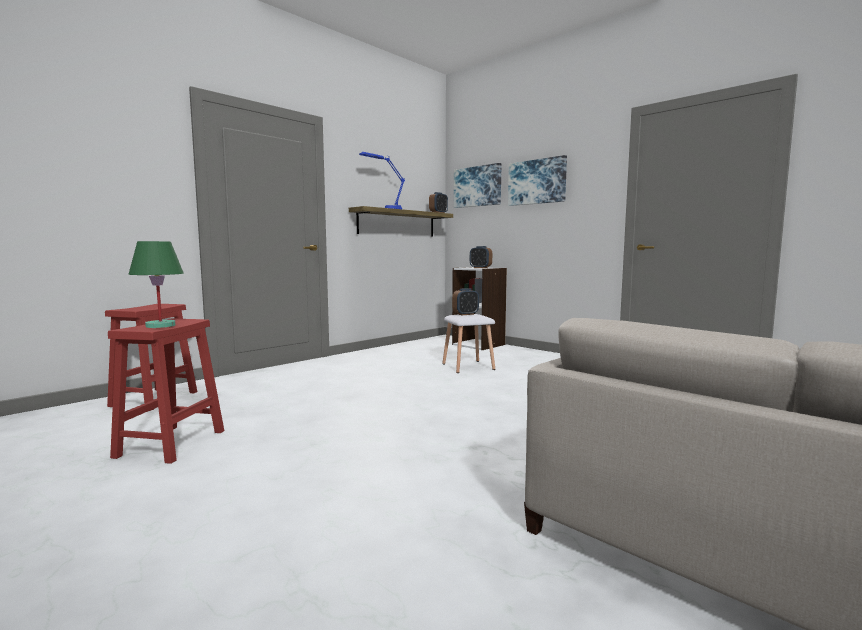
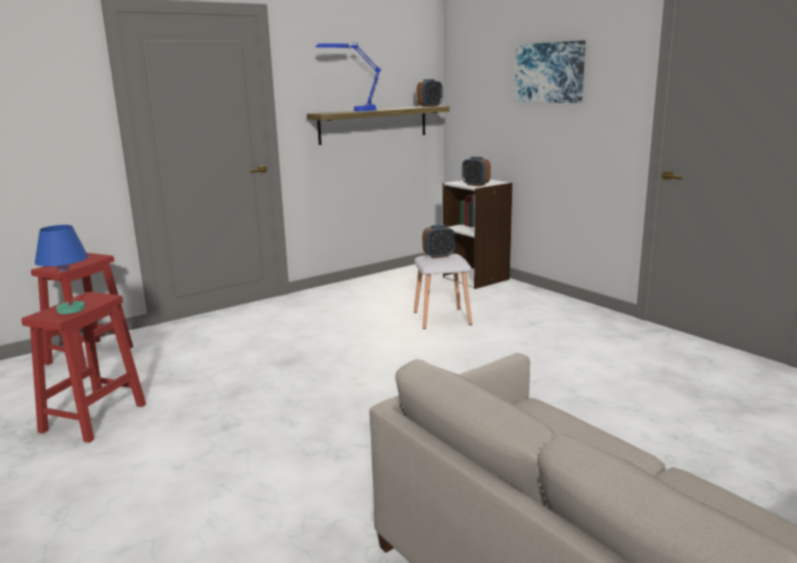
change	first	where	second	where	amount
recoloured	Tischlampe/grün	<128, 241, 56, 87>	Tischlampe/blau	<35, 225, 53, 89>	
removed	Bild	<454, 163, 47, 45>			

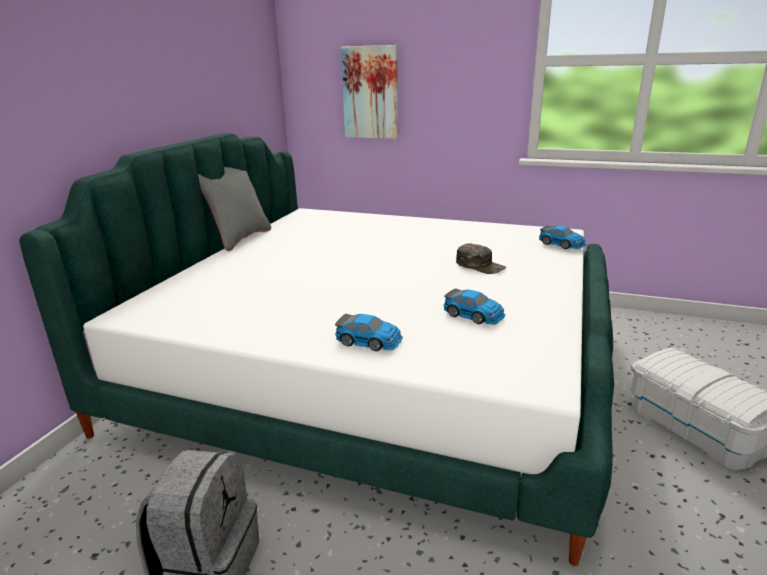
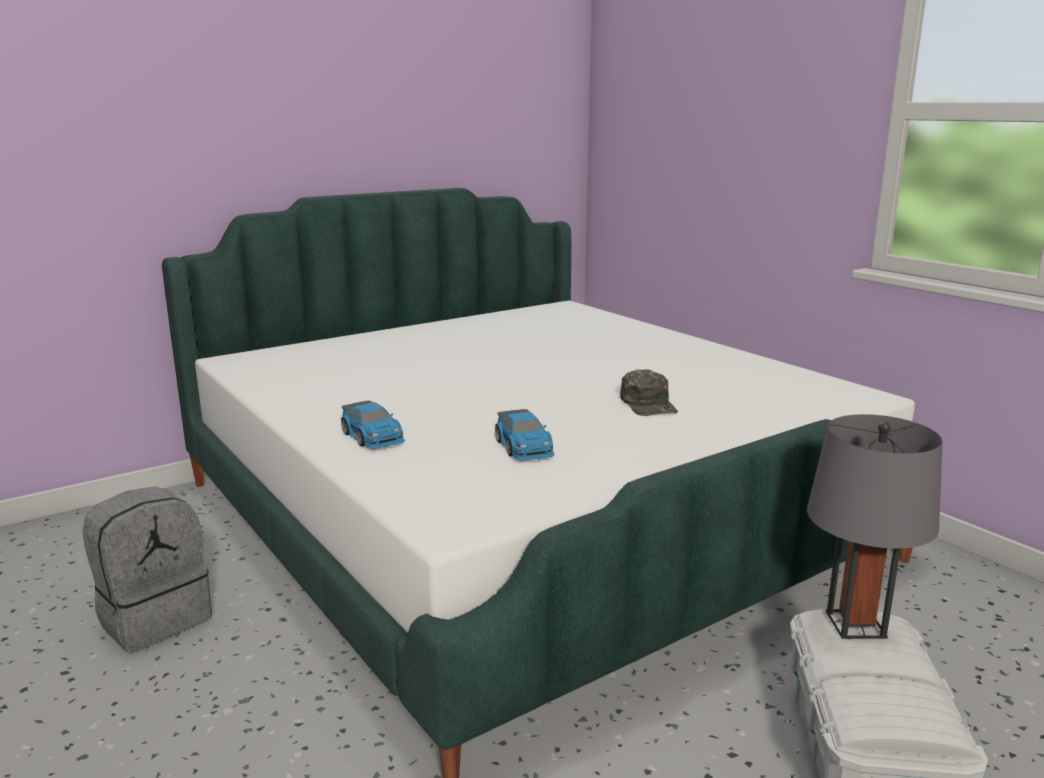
change	first	where	second	where	amount
removed	Kissen/grau	<198, 167, 73, 84>			
removed	Bild	<341, 45, 57, 94>			
removed	Spielzeugauto	<539, 226, 47, 23>			
added			Tischlampe/grau	<807, 414, 136, 225>	

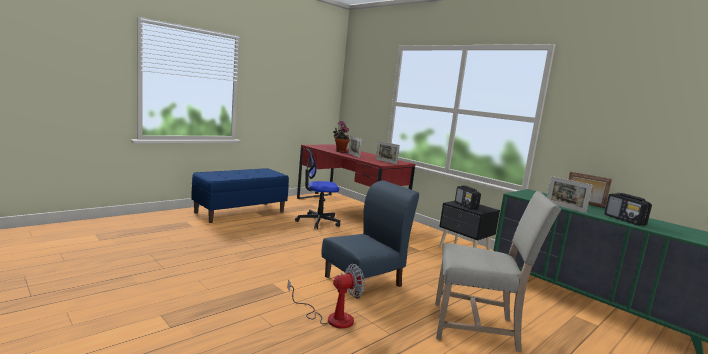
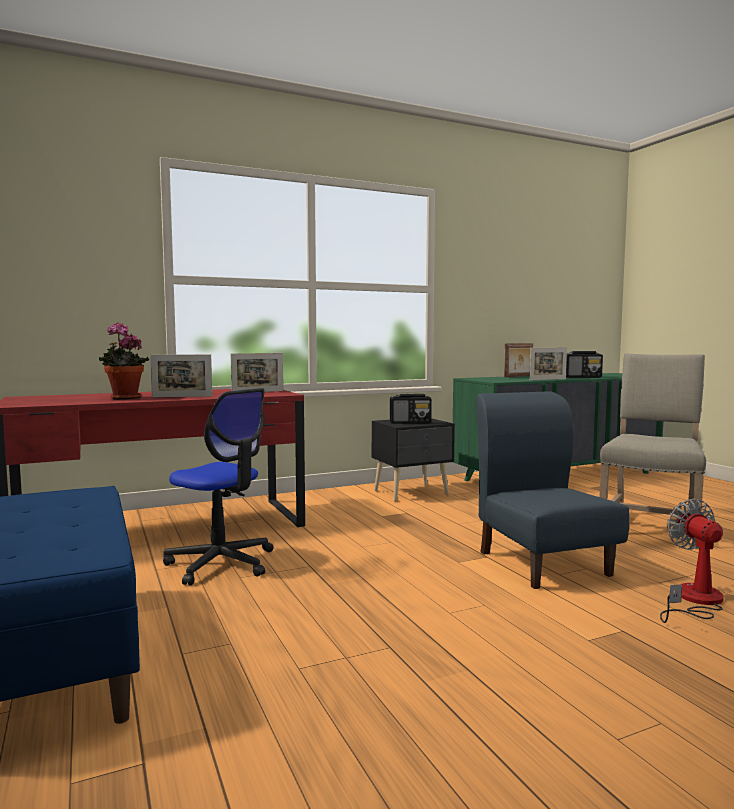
change	first	where	second	where	amount
turned	Bürostuhl	<295, 148, 45, 81>		<163, 388, 111, 197>	60 degrees counterclockwise

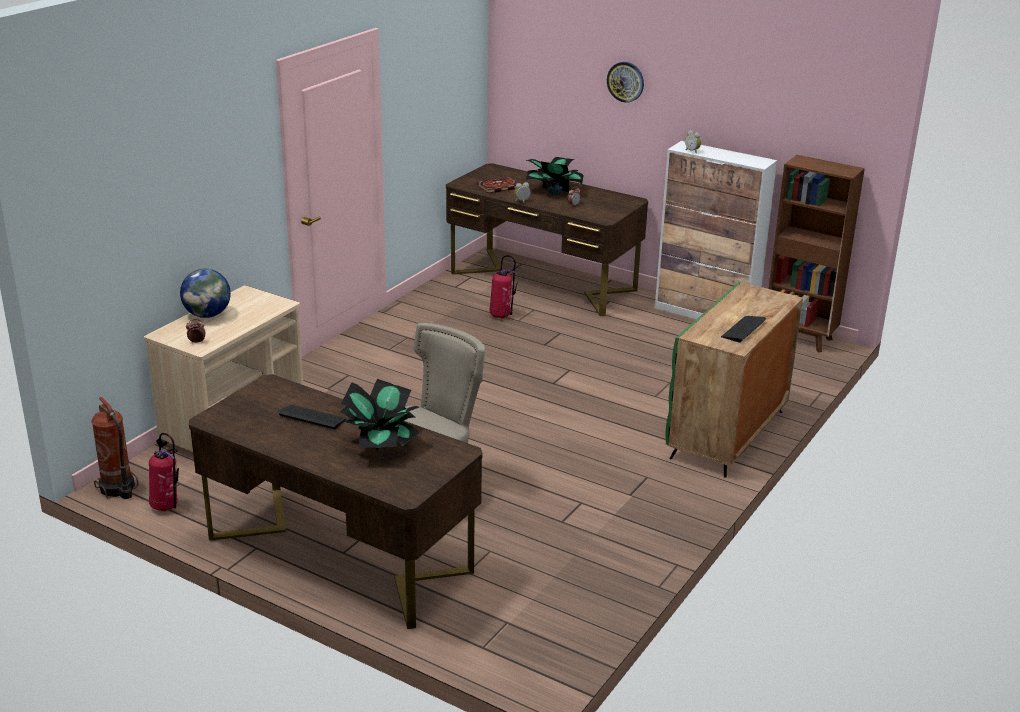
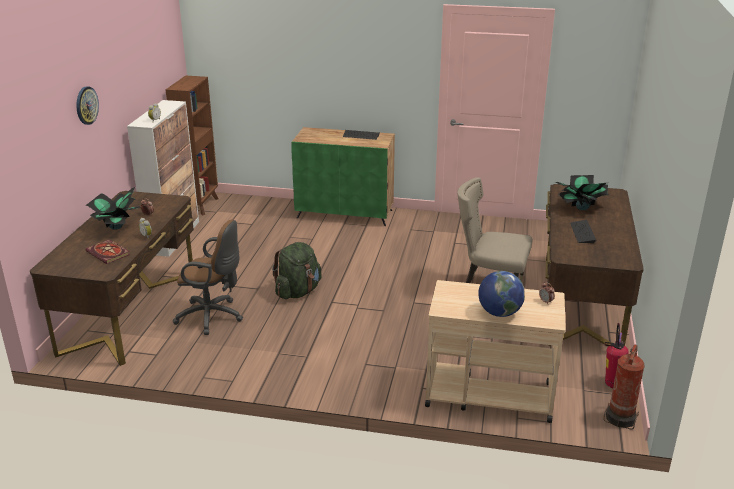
change	first	where	second	where	amount
replaced	Feuerlöscher	<489, 255, 29, 63>	Bürostuhl/braun	<173, 219, 70, 116>	
added			Rucksack/grün	<272, 242, 50, 57>	

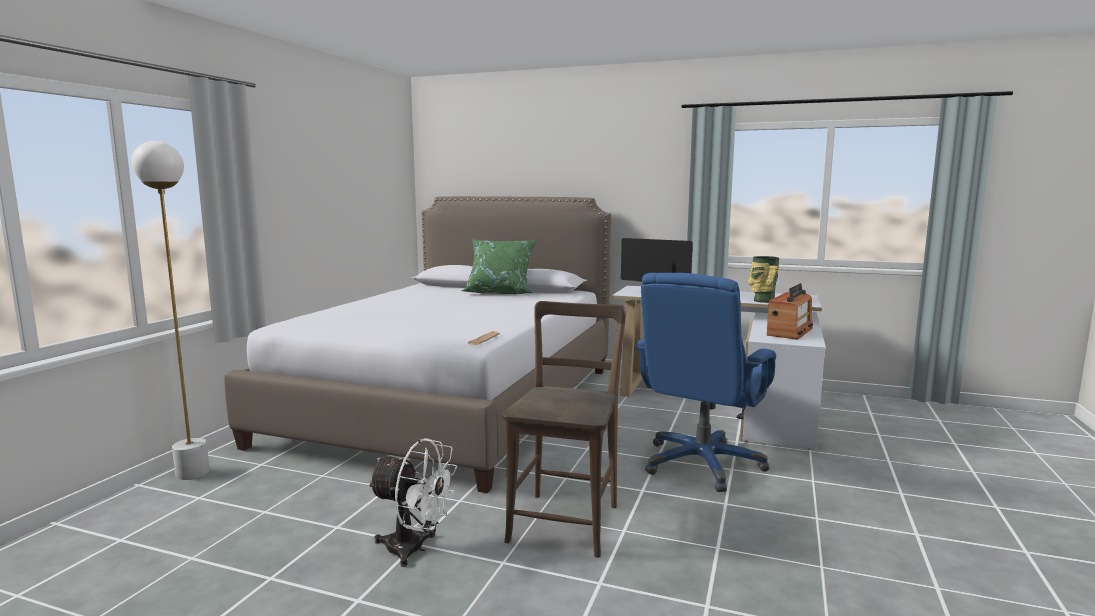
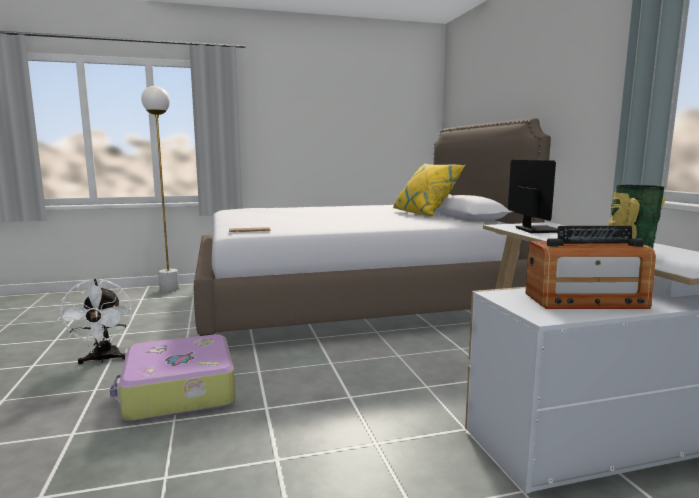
change	first	where	second	where	amount
recoloured	Kissen/grün	<461, 239, 76, 55>	Kissen/gelb	<393, 164, 72, 52>	
replaced	Stuhl/braun	<502, 301, 124, 257>	Koffer	<110, 334, 125, 88>	
removed	Bürostuhl/blau	<635, 273, 141, 219>			

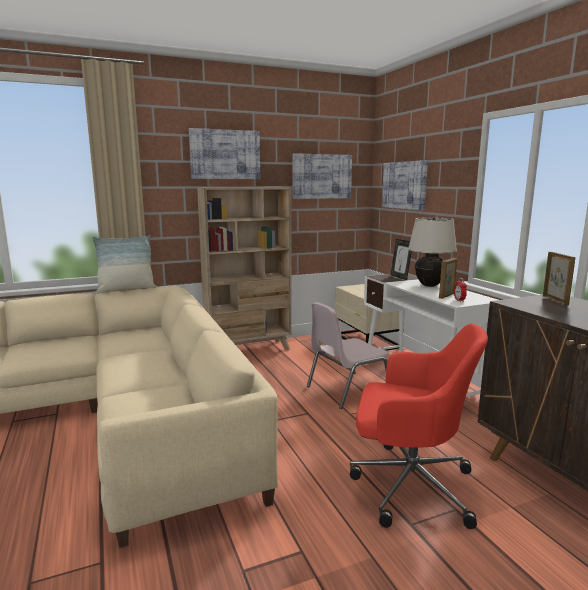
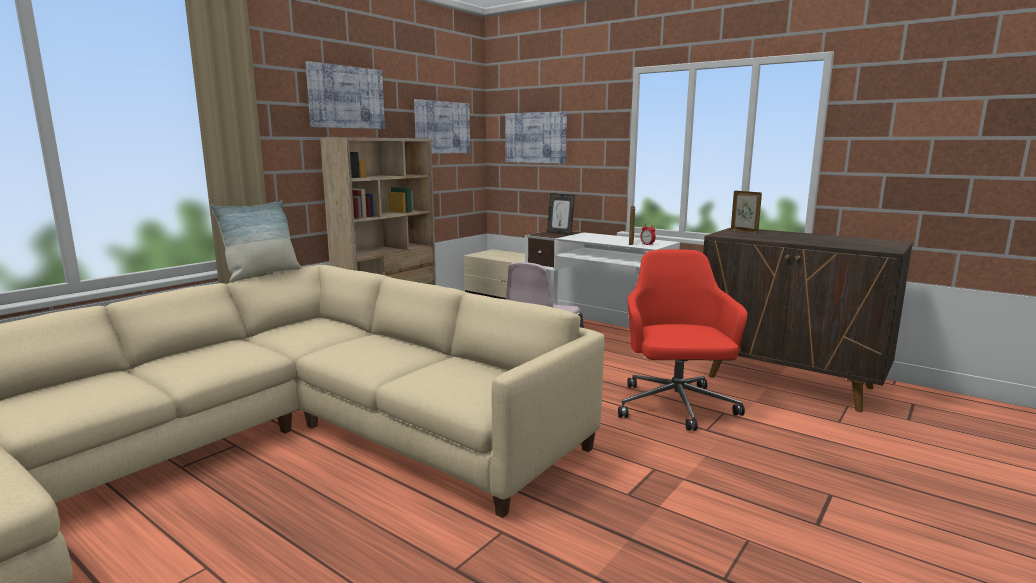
change	first	where	second	where	amount
turned	Bürostuhl/rot	<350, 324, 138, 205>		<618, 249, 130, 182>	75 degrees counterclockwise
removed	Tischlampe/beige	<408, 217, 49, 70>			

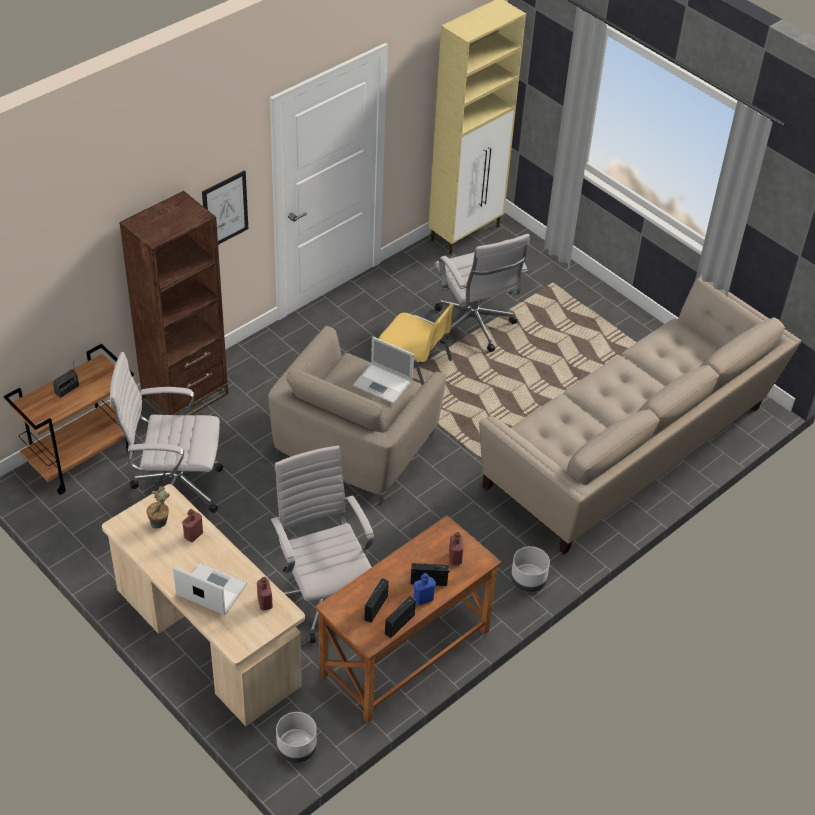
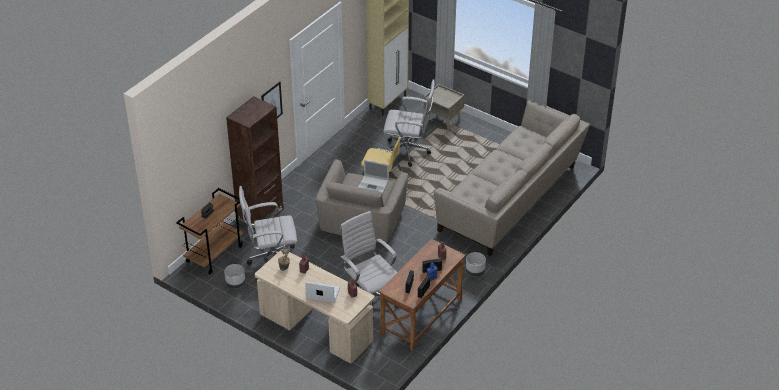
change	first	where	second	where	amount
moved	Pflanzkübel/grau	<276, 712, 41, 51>		<224, 264, 21, 25>	
turned	Bürostuhl/weiß	<435, 234, 95, 118>		<383, 79, 52, 88>	45 degrees counterclockwise
added			Nachttisch/beige	<424, 84, 41, 47>	

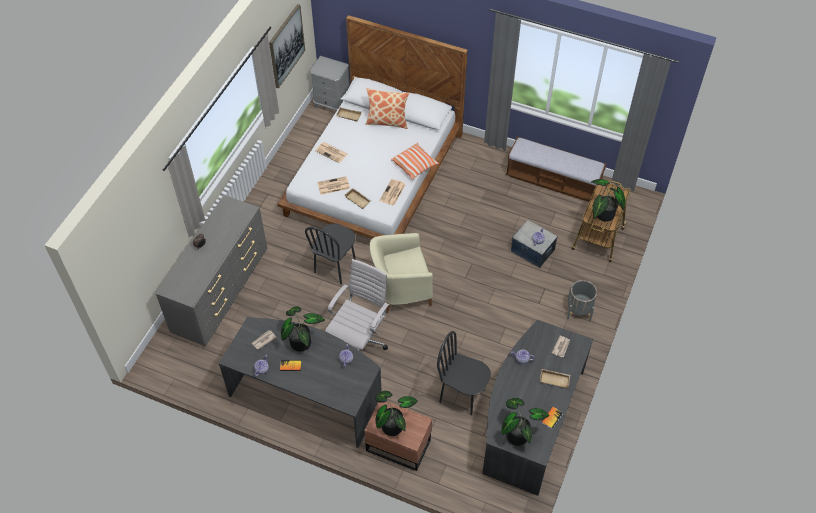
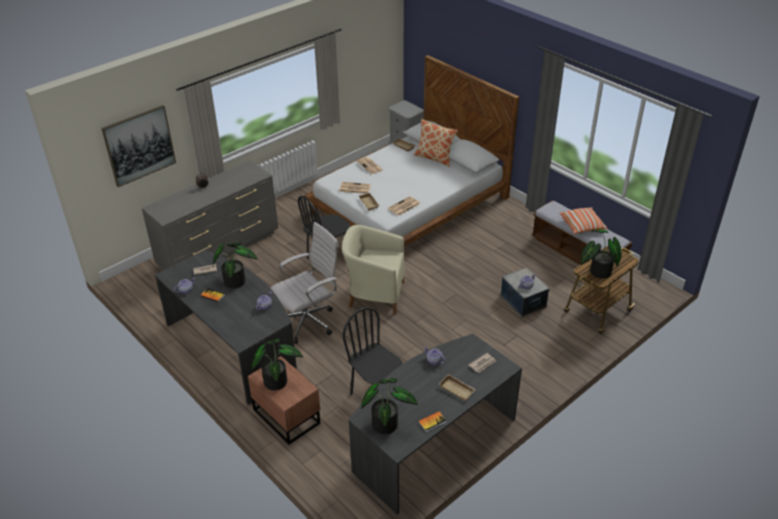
change	first	where	second	where	amount
moved	Bild	<269, 4, 36, 85>		<101, 105, 75, 82>	
moved	Kissen	<391, 143, 48, 36>		<560, 207, 47, 27>	
removed	Pflanzkübel/grau	<567, 280, 30, 41>			

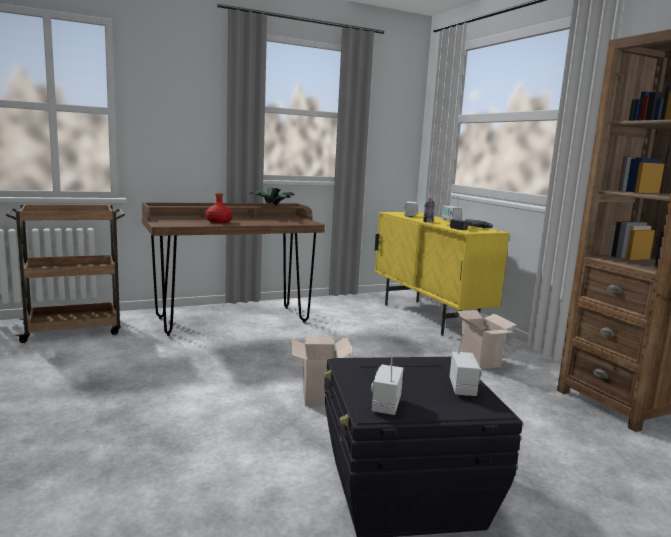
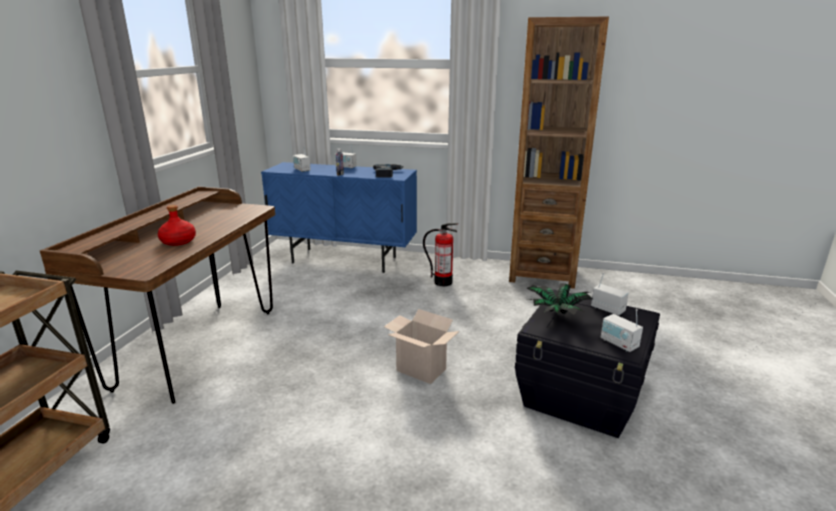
change	first	where	second	where	amount
moved	Topfpflanze	<250, 188, 44, 18>		<526, 283, 67, 32>	
recoloured	Schrank/gelb	<375, 212, 135, 124>	Schrank/blau	<261, 162, 156, 111>	
replaced	Karton	<454, 310, 62, 59>	Feuerlöscher	<423, 223, 35, 63>	

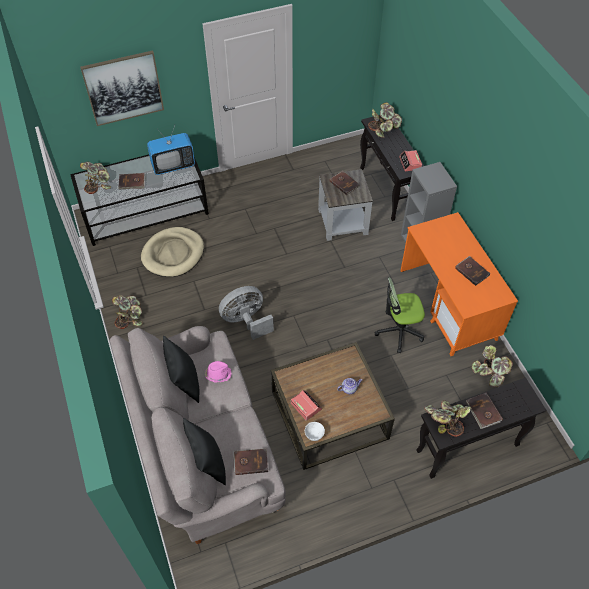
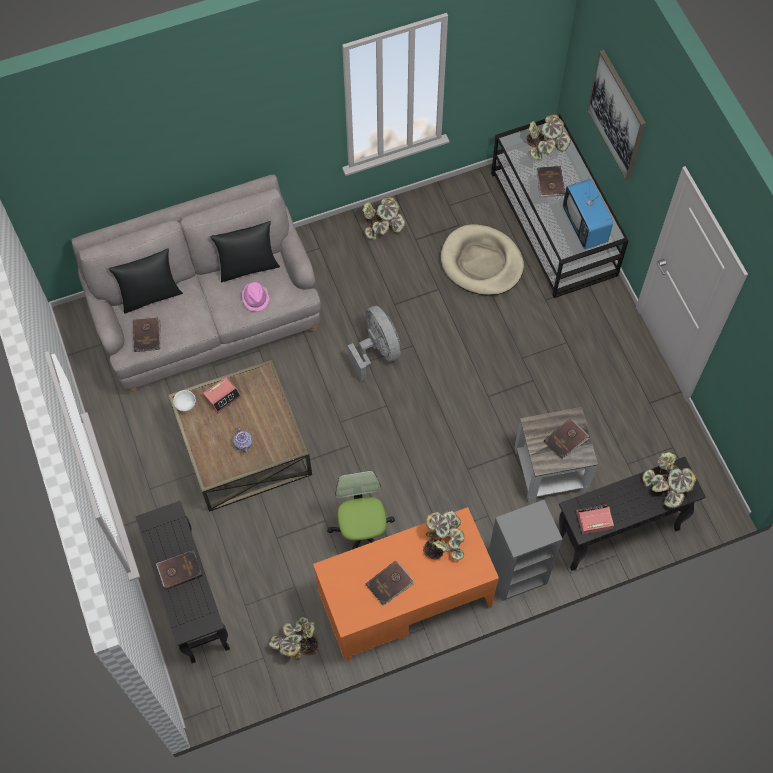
change	first	where	second	where	amount
moved	Topfpflanze	<424, 400, 48, 37>		<423, 510, 42, 51>	

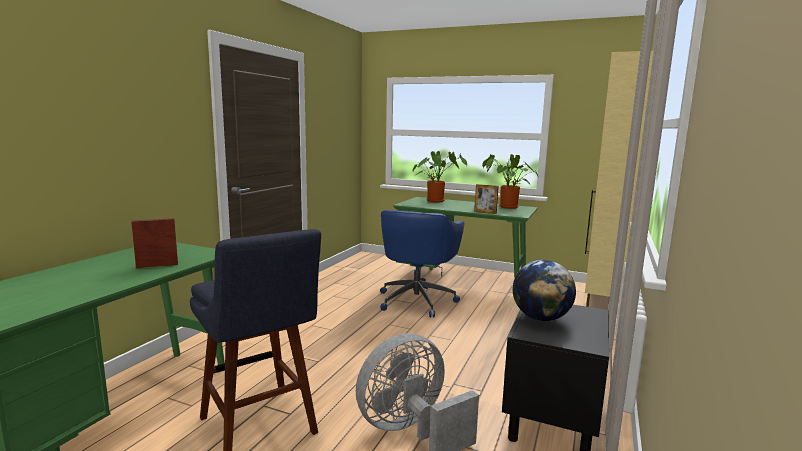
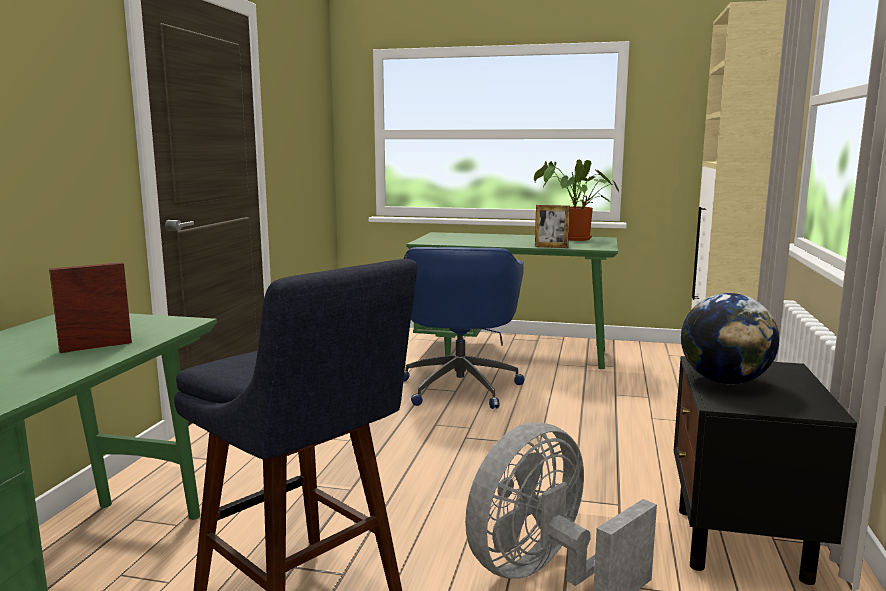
change	first	where	second	where	amount
removed	Topfpflanze	<412, 151, 55, 52>			

